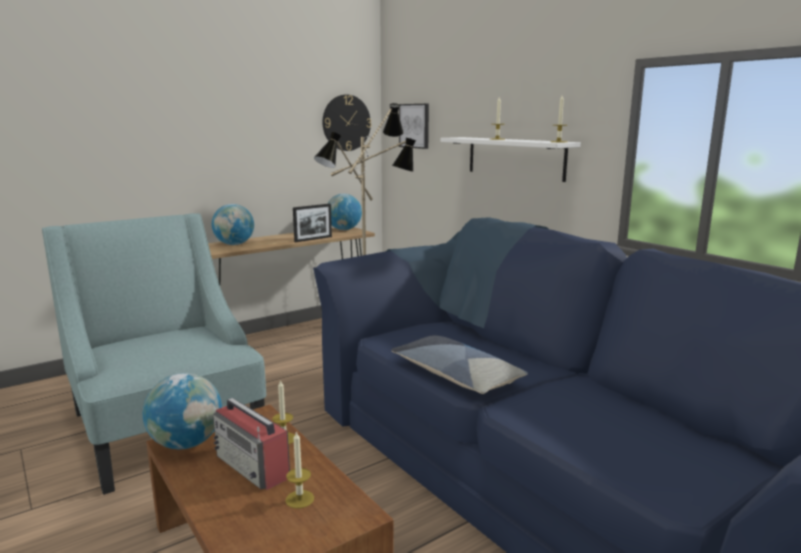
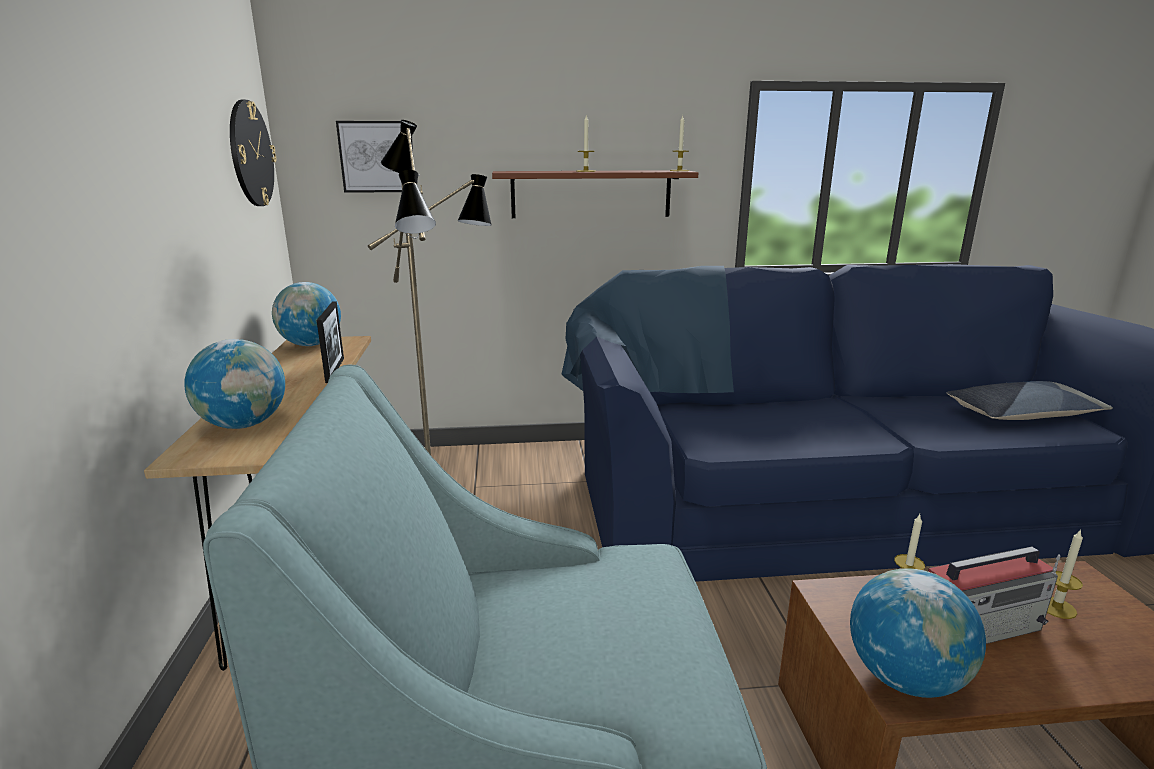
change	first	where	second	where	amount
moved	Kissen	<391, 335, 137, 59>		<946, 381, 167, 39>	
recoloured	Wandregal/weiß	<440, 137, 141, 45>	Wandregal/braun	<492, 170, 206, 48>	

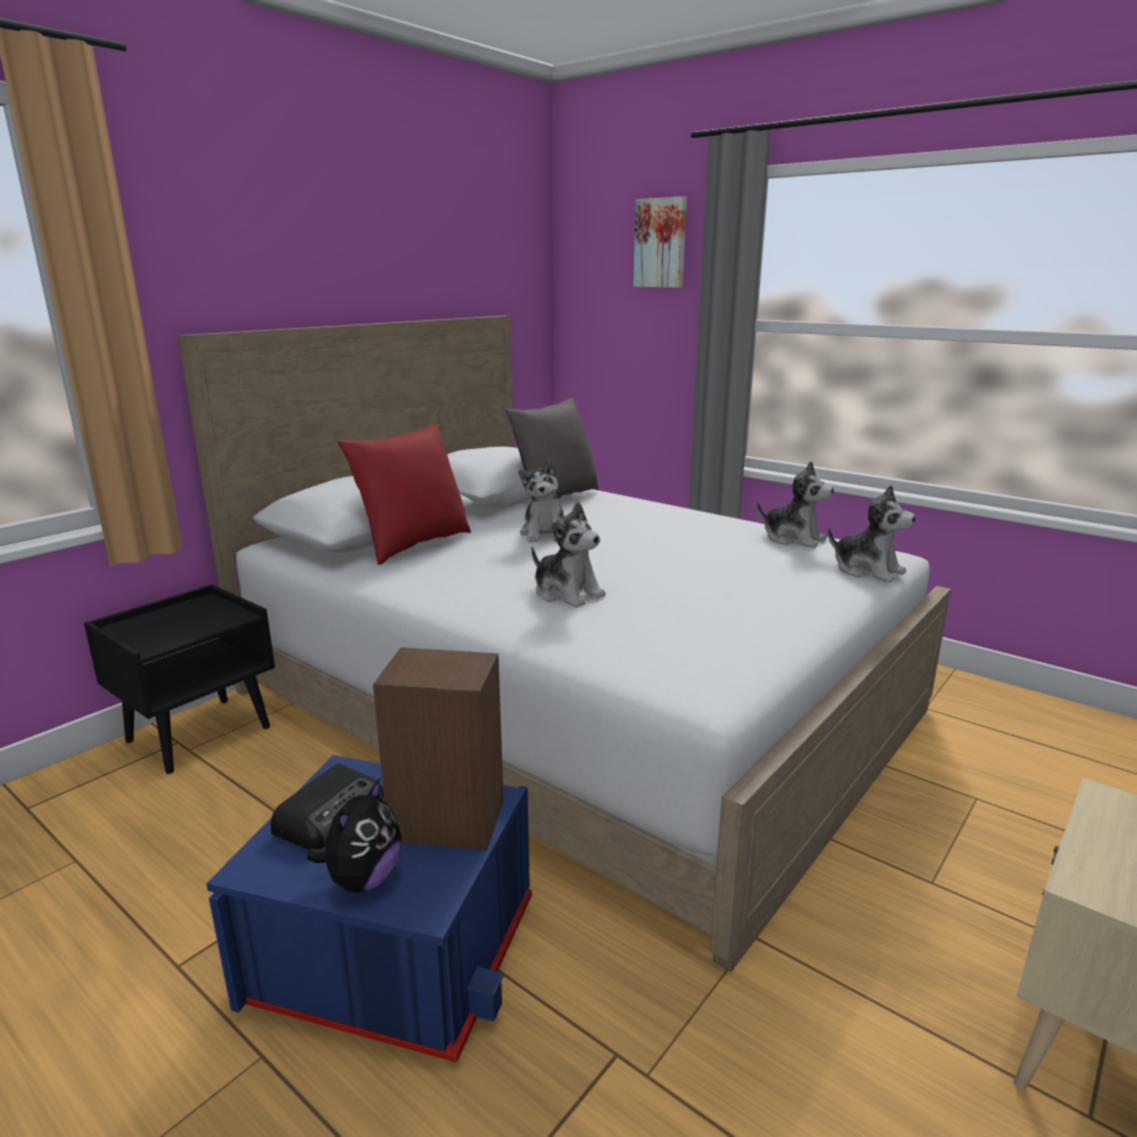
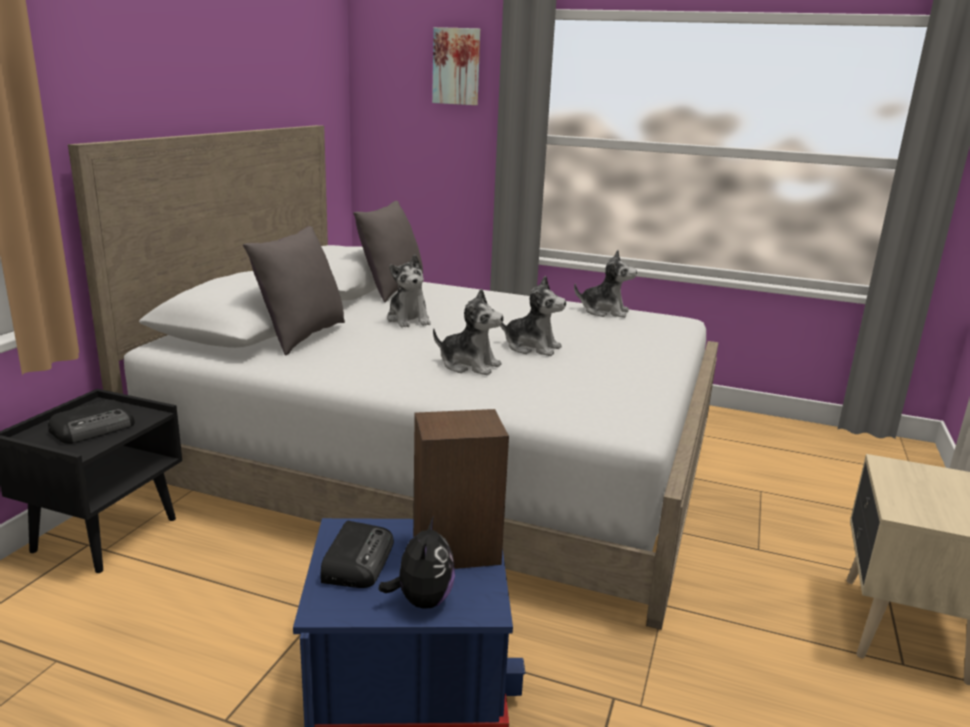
change	first	where	second	where	amount
recoloured	Kissen/rot	<338, 424, 133, 141>	Kissen/grau	<243, 226, 102, 129>	
moved	Plüschtier	<828, 485, 88, 98>		<500, 276, 66, 80>	
added			Radio	<48, 400, 87, 44>	

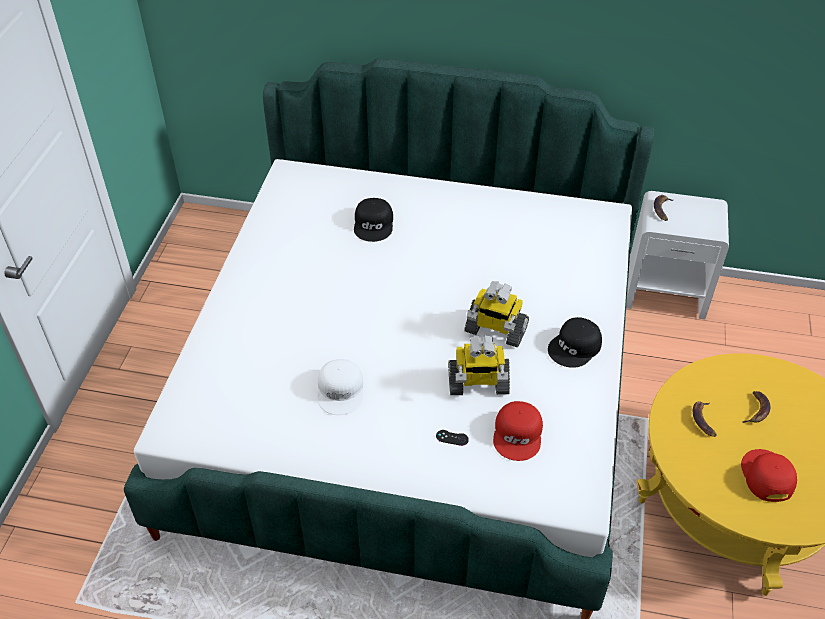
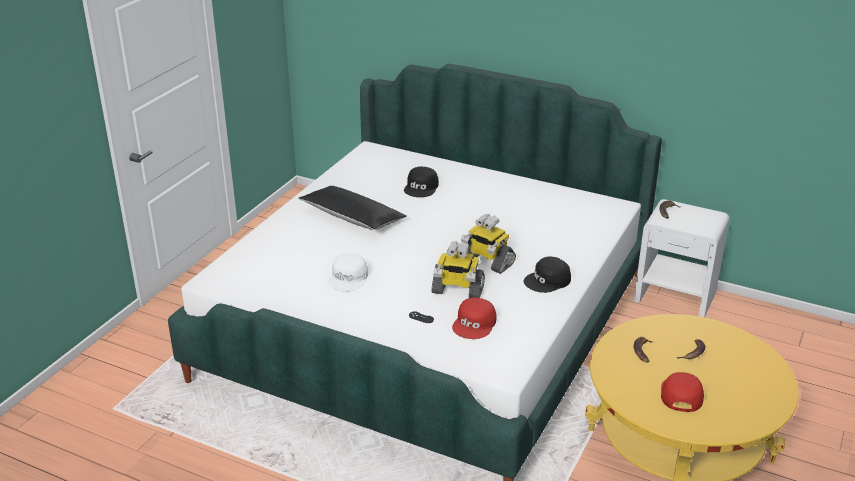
change	first	where	second	where	amount
added			Kissen/schwarz	<298, 186, 109, 44>	

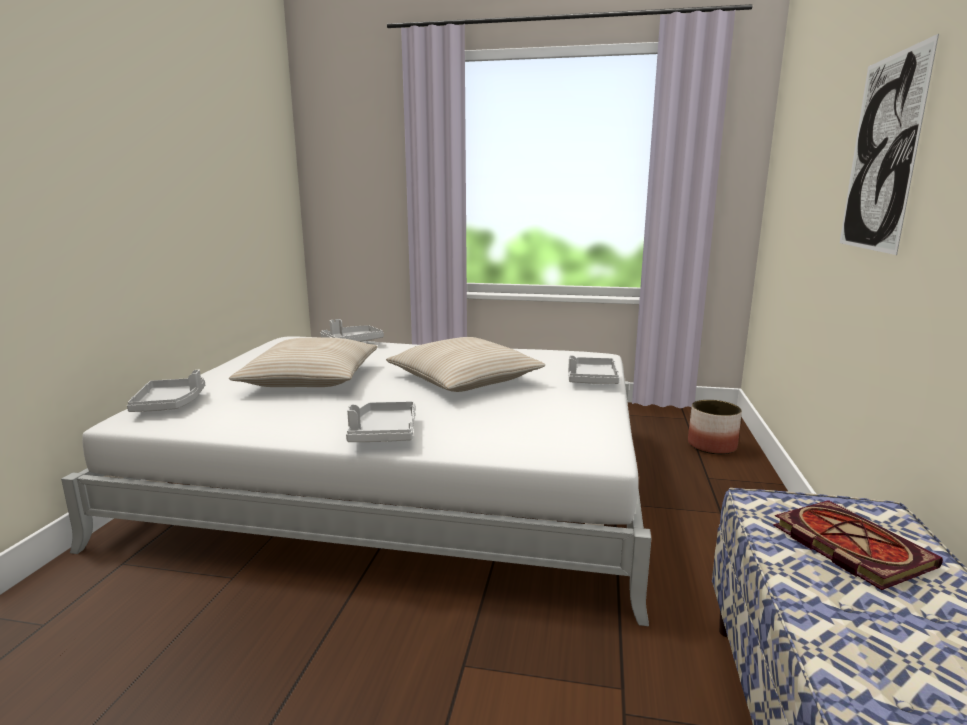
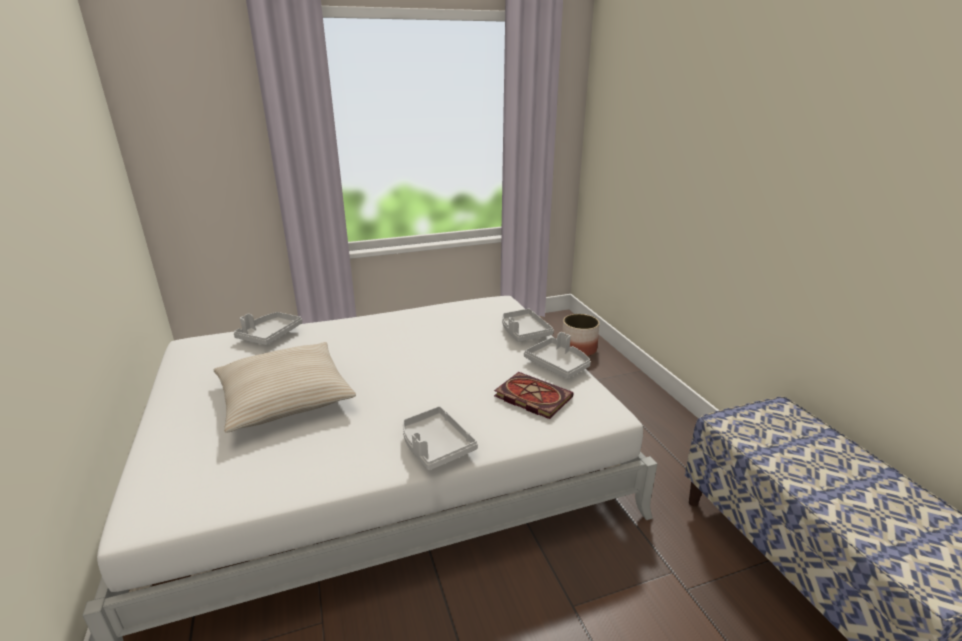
change	first	where	second	where	amount
moved	Tablett/grau	<127, 370, 78, 42>		<524, 332, 67, 47>	
removed	Kissen/beige	<386, 337, 159, 55>			
moved	Buch	<773, 500, 170, 90>		<494, 372, 80, 47>	
removed	Bild	<840, 34, 99, 221>			

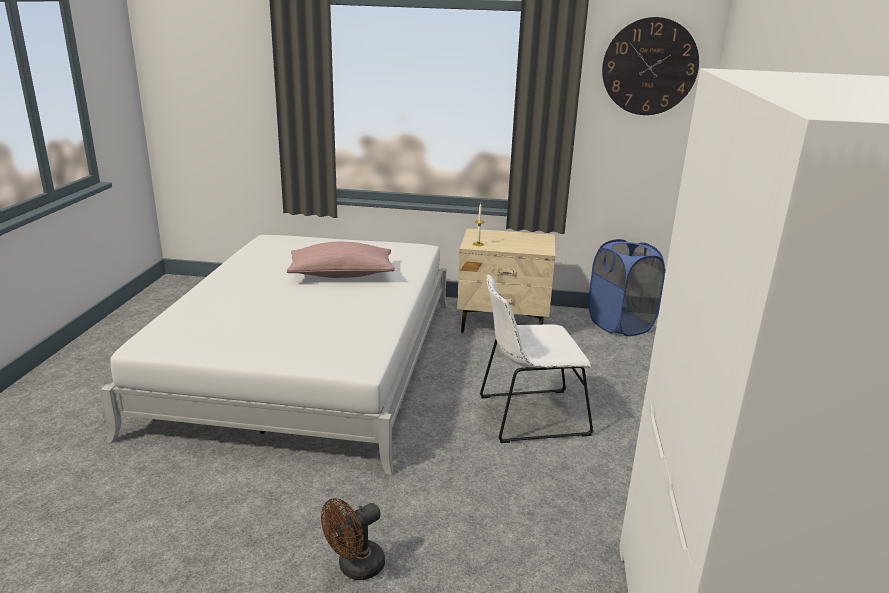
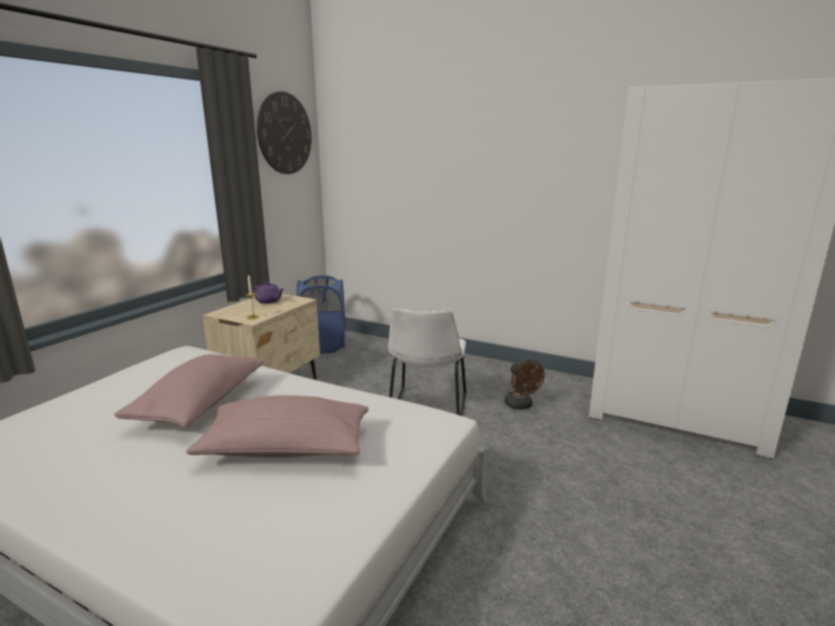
change	first	where	second	where	amount
moved	Ventilator/braun	<321, 498, 64, 82>		<504, 360, 40, 50>	
added			Kissen/rosa	<186, 395, 182, 62>	
added			Teekanne/lila	<252, 282, 31, 22>	

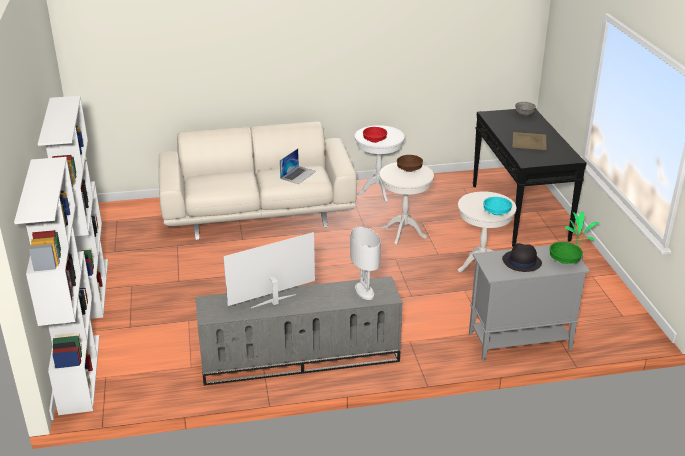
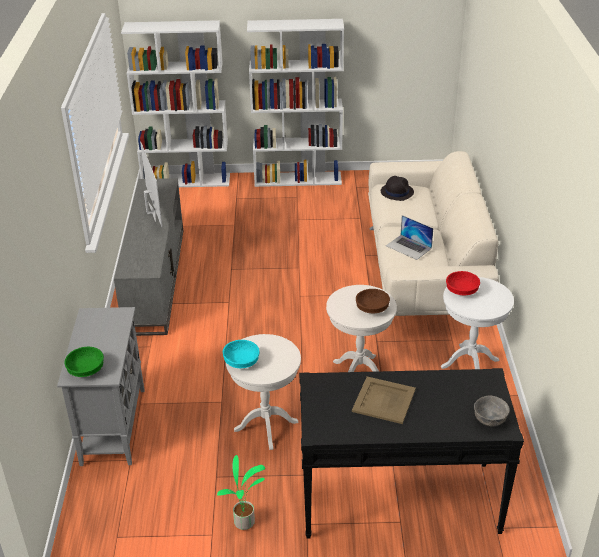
change	first	where	second	where	amount
removed	Tischlampe/weiß	<350, 227, 31, 73>			
moved	Hut/schwarz	<502, 243, 40, 29>		<381, 176, 33, 25>	

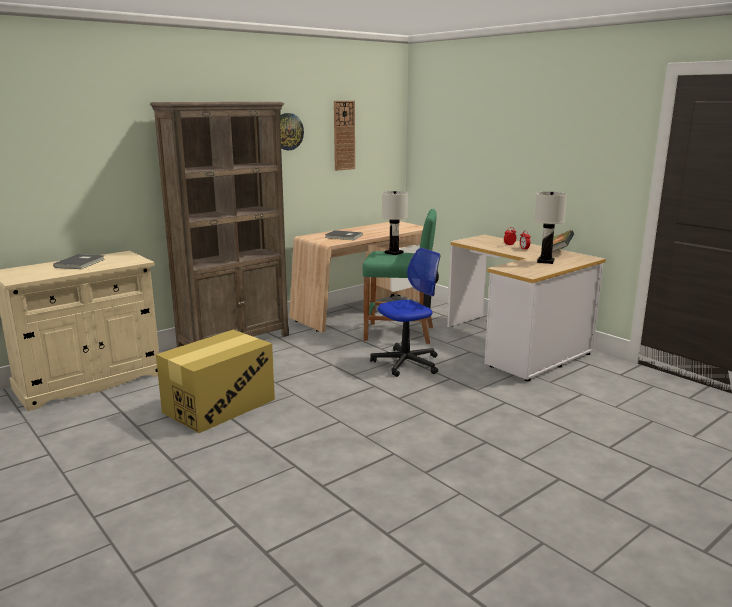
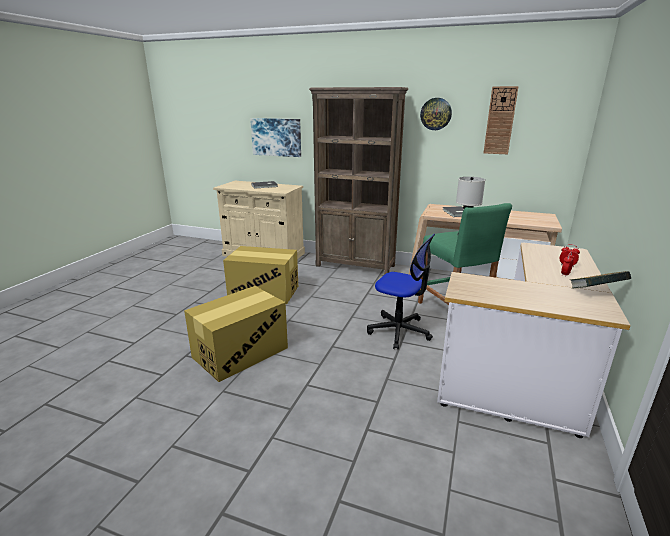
change	first	where	second	where	amount
removed	Tischlampe/weiß	<534, 192, 33, 72>			
added			Karton	<184, 286, 104, 96>	
added			Bild	<250, 118, 51, 39>	

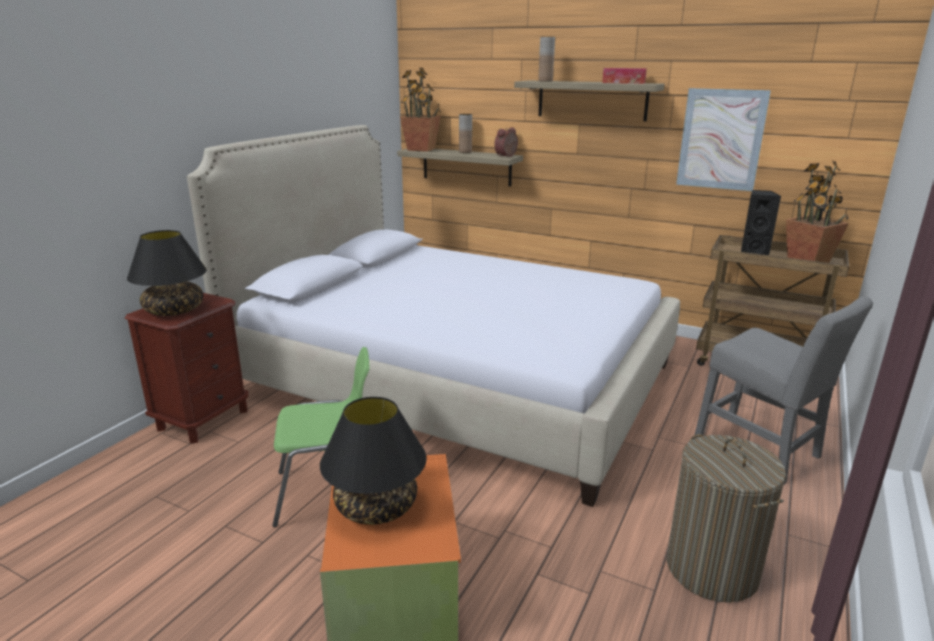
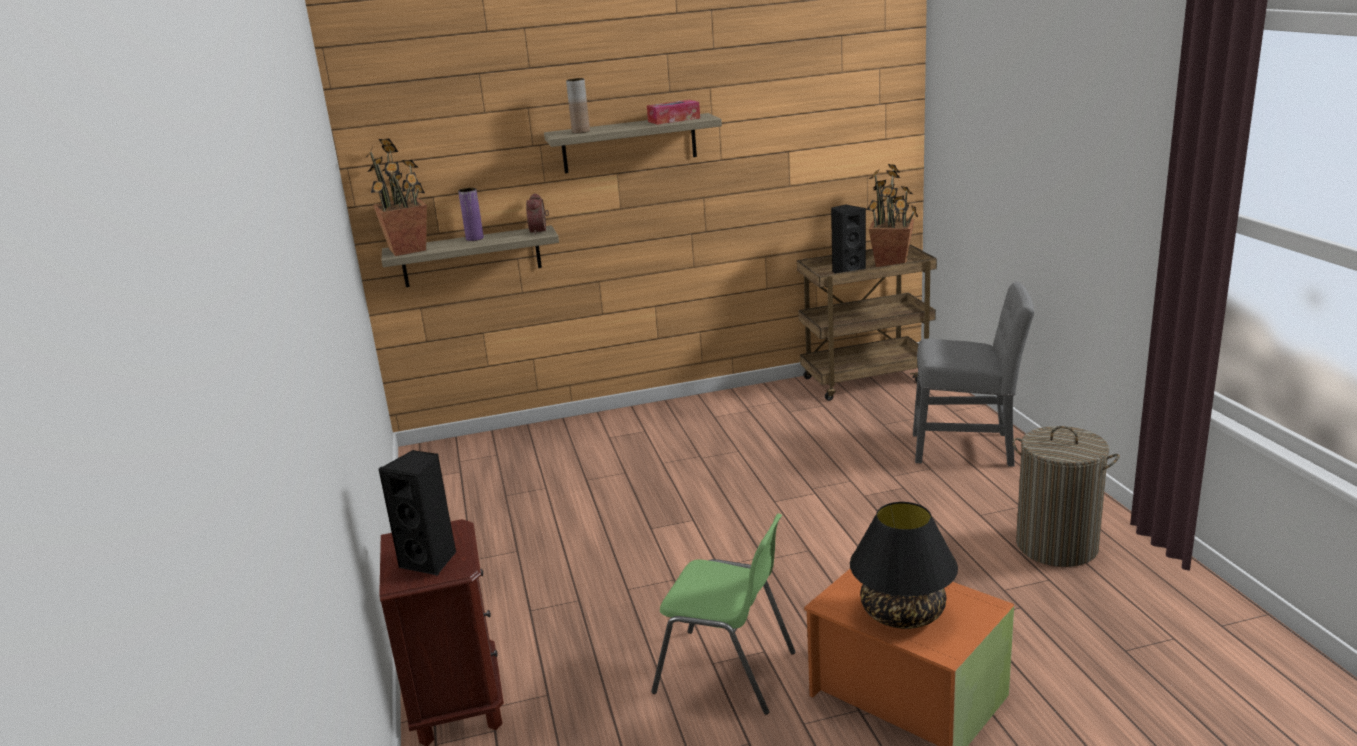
change	first	where	second	where	amount
replaced	Tischlampe/schwarz	<127, 230, 80, 86>	Lautsprecher/schwarz	<379, 450, 78, 126>	
removed	Bett	<187, 125, 493, 382>			
turned	Stuhl/grün	<272, 347, 98, 180>		<651, 513, 145, 202>	75 degrees clockwise
recoloured	Vase/braun	<459, 114, 13, 39>	Vase/lila	<458, 188, 26, 53>	
removed	Bild	<676, 88, 95, 103>			

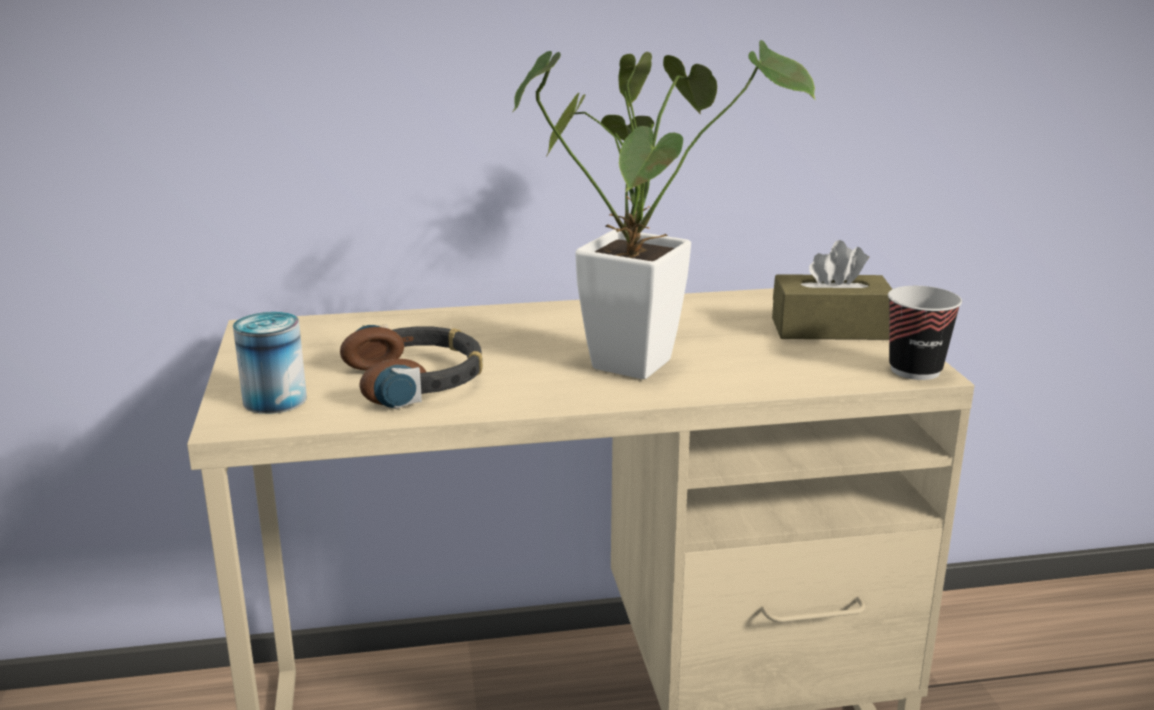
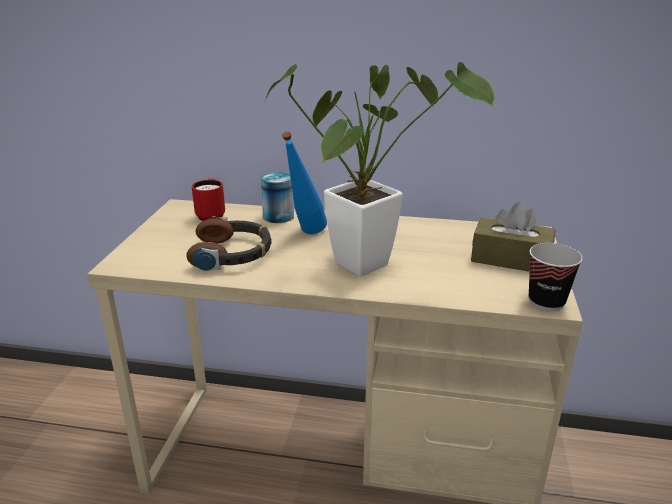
change	first	where	second	where	amount
moved	Dose	<233, 312, 74, 102>		<260, 172, 34, 51>	
added			Henkelbecher/rot	<192, 178, 33, 43>	
added			Flasche/blau	<282, 132, 45, 102>	

